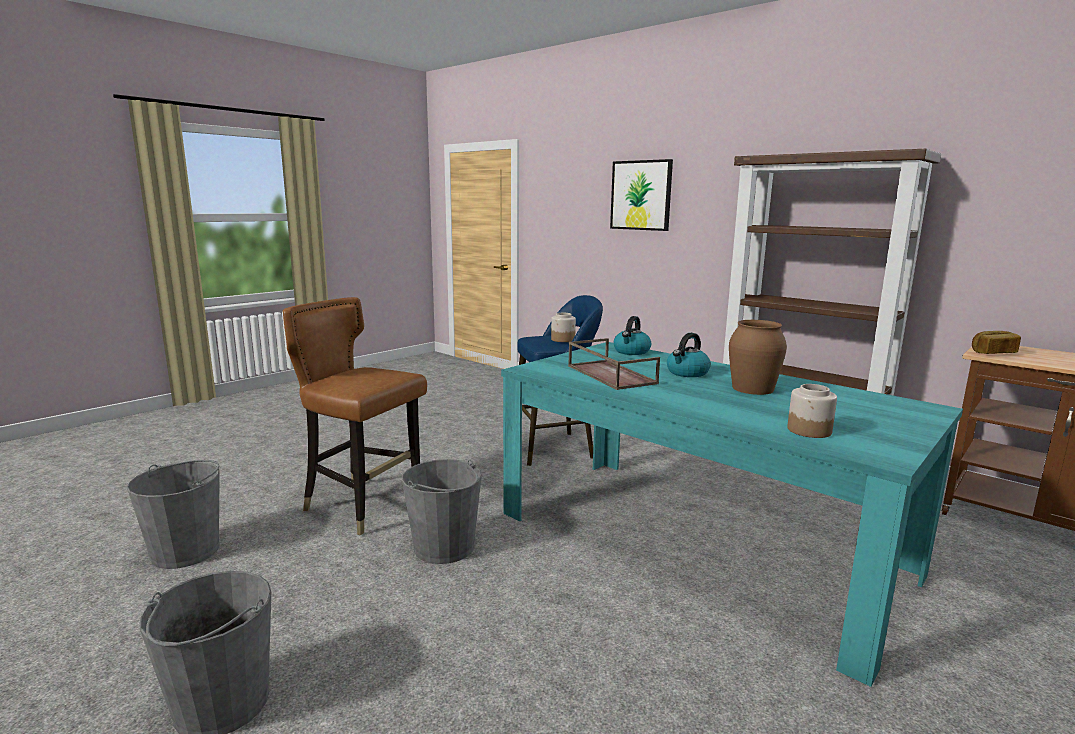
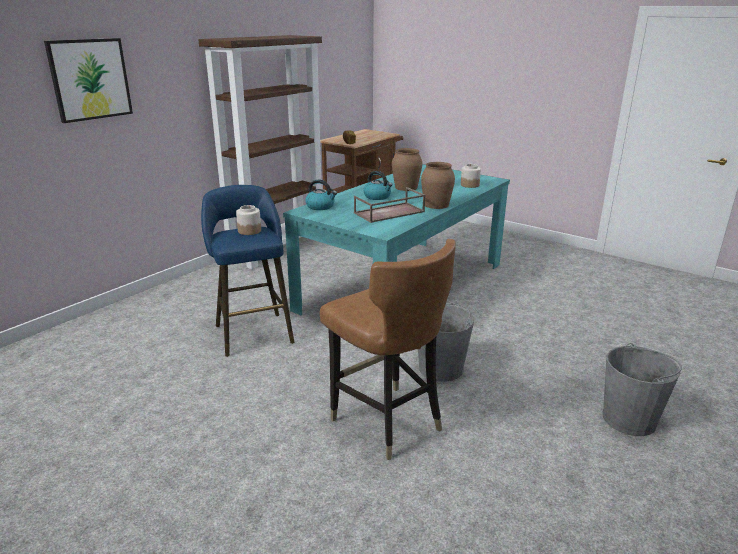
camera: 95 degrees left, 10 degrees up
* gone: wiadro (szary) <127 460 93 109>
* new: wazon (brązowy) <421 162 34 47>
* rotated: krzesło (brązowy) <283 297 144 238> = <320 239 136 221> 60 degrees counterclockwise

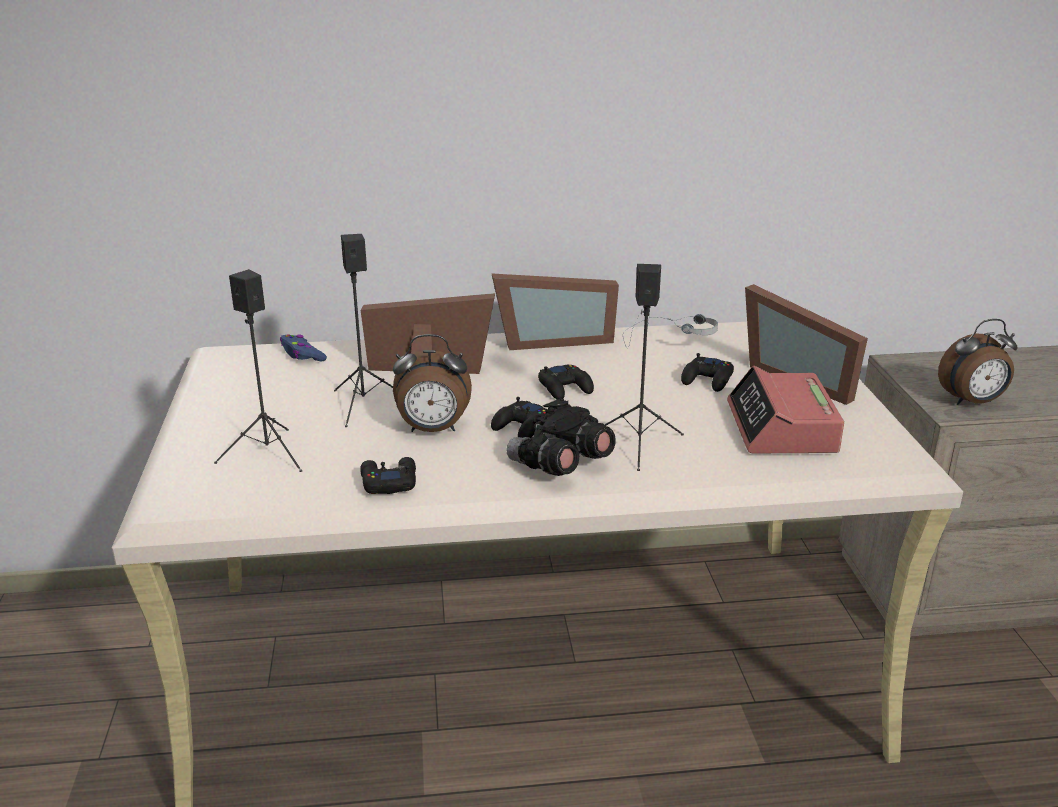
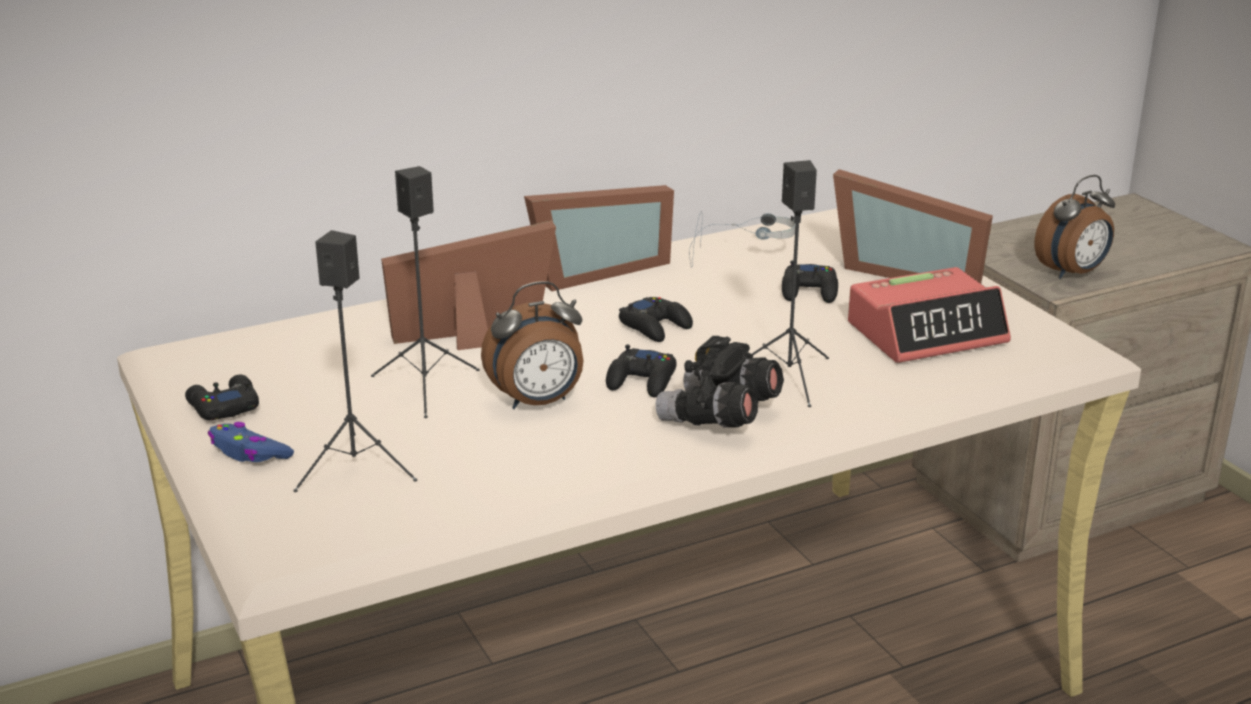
camera: 20 degrees left, 0 degrees up
* shifted: pad do gier (niebieski) <280 334 47 28> to <208 422 86 40>
* shifted: pad do gier (czarny) <360 457 56 37> to <185 375 74 45>
* rotated: budzik <727 366 117 87> = <848 267 163 96> 90 degrees counterclockwise

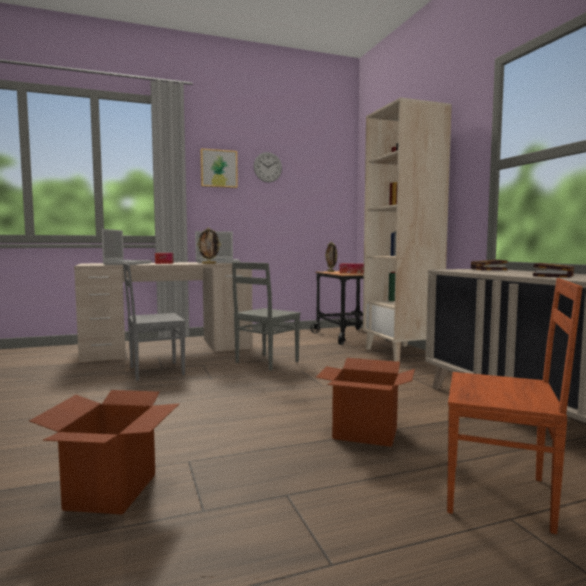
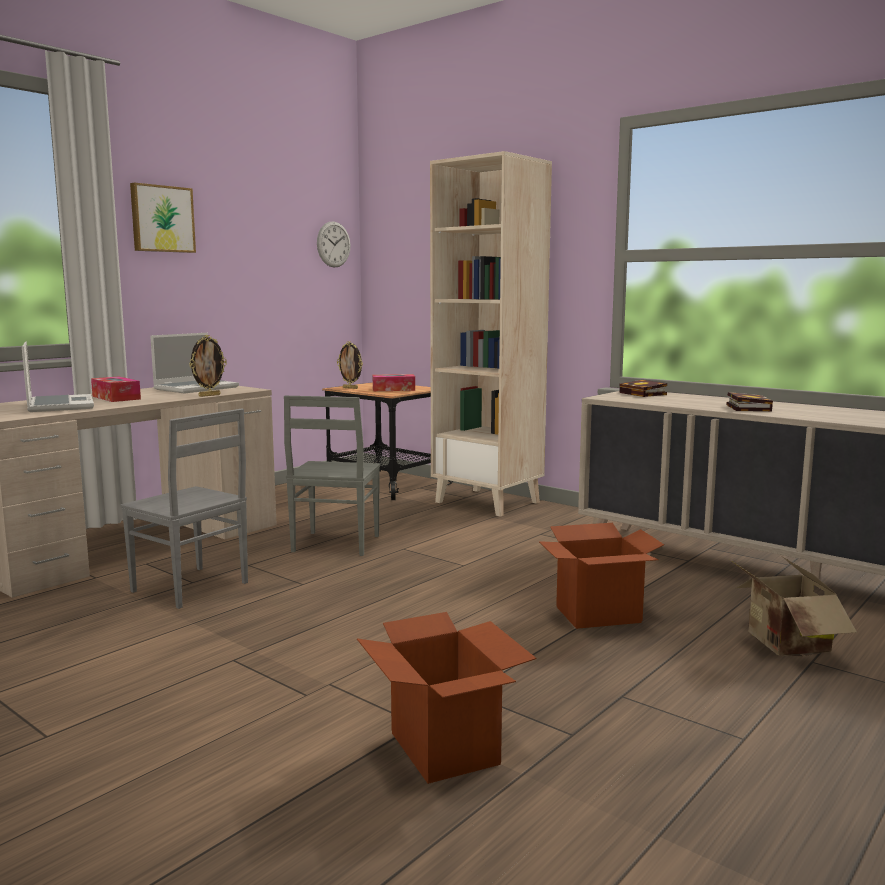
camera: 30 degrees left, 5 degrees up
* shifted: zegar ścienny <254 152 28 31> to <317 221 34 47>
* swapped: krzesło (brązowy) <447 278 136 256> to karton <730 557 127 99>
* rotated: krzesło (szary) <123 263 62 118> = <120 409 128 200> 90 degrees counterclockwise

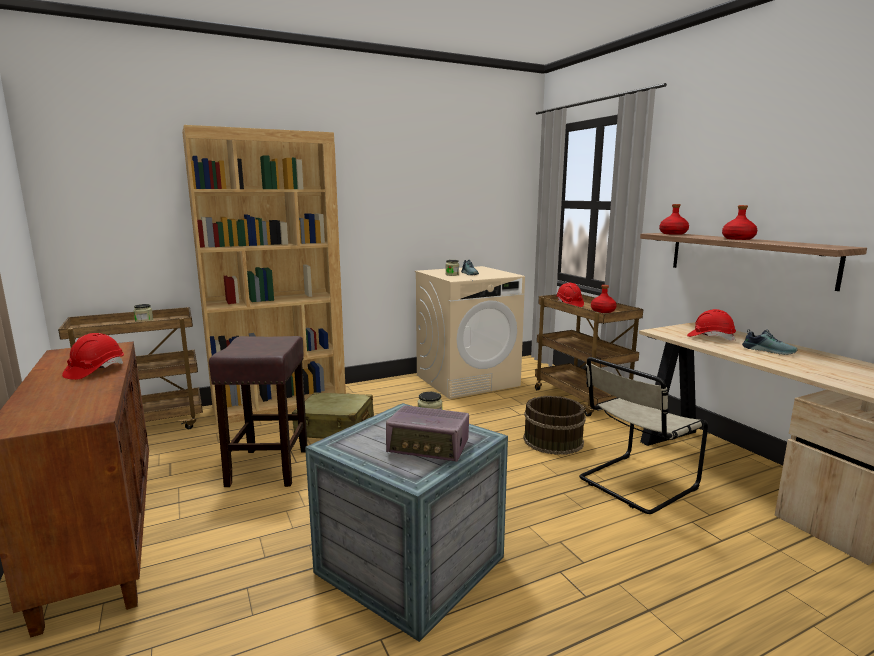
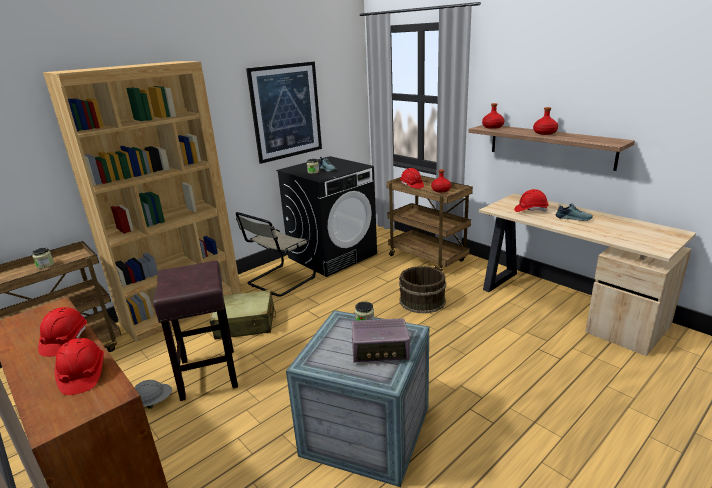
camera: 15 degrees left, 10 degrees up
* new: kask (czerwony) <54 338 50 57>
* new: kask (szary) <134 380 38 29>
* new: obraz <246 62 76 102>
* shifted: krzesło (beżowy) <579 357 129 157> to <236 212 80 85>
* repainted: pralka (beżowy) <415 266 110 133> to pralka (czarny) <276 156 101 121>

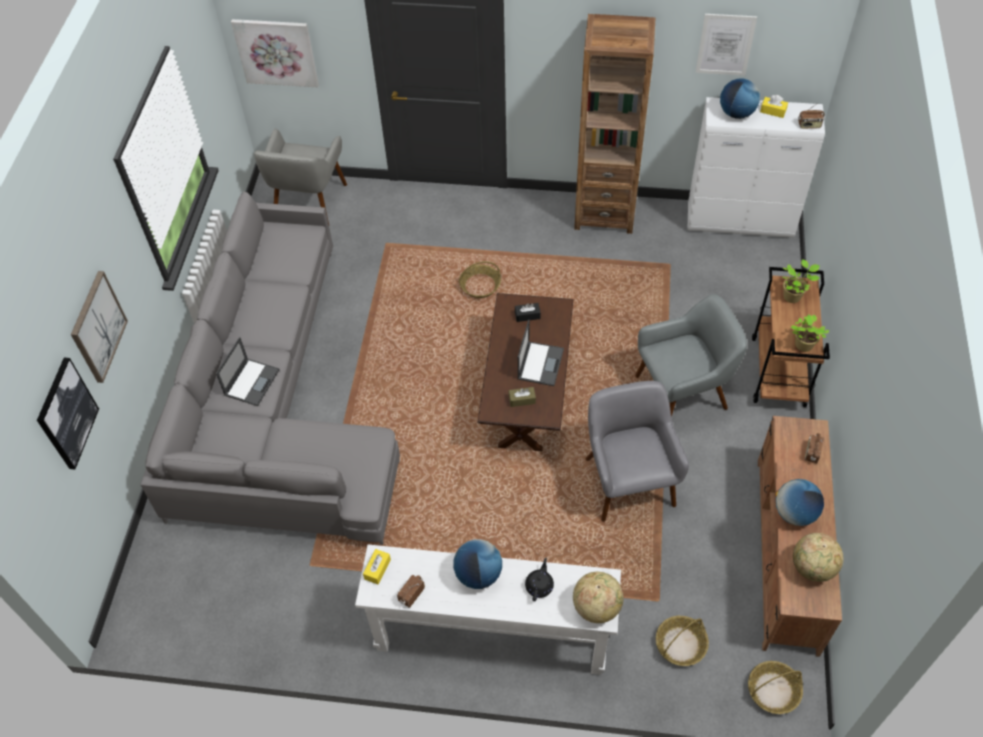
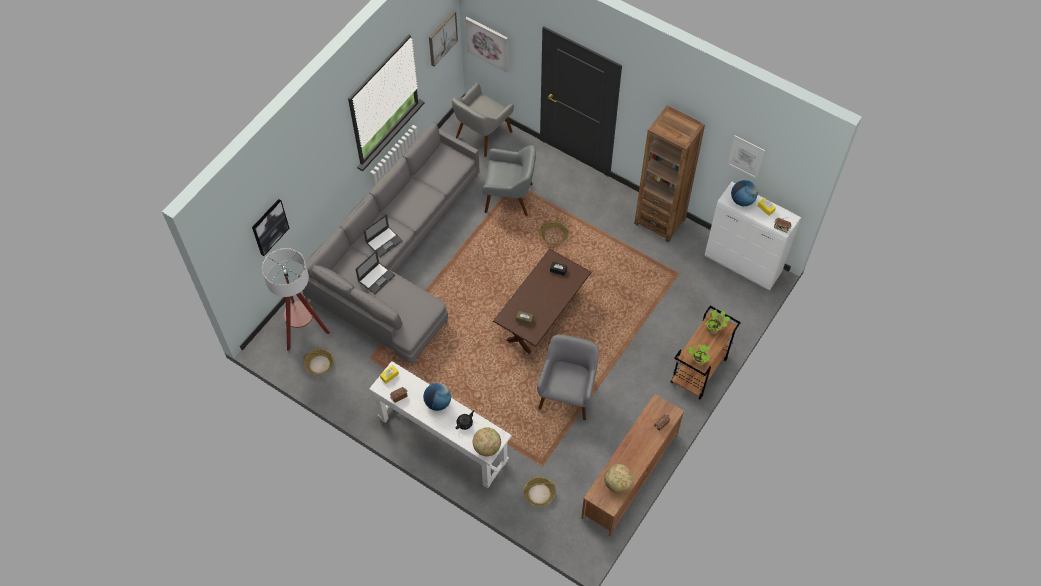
camera: 25 degrees right, 5 degrees up
* gone: globus <776 479 48 47>
* new: lampa stojąca <262 248 68 103>
* shifted: obraz <71 271 57 112> to <429 11 29 56>
* shifted: laptop <518 320 46 66> to <355 250 40 44>
* shifted: fotel (szary) <635 294 112 123> to <482 145 54 71>
* shifted: koszyk <748 661 55 53> to <304 349 30 26>

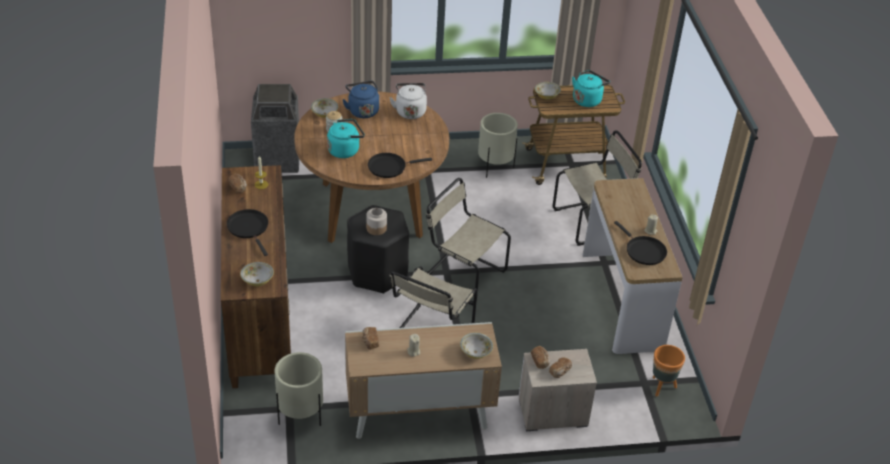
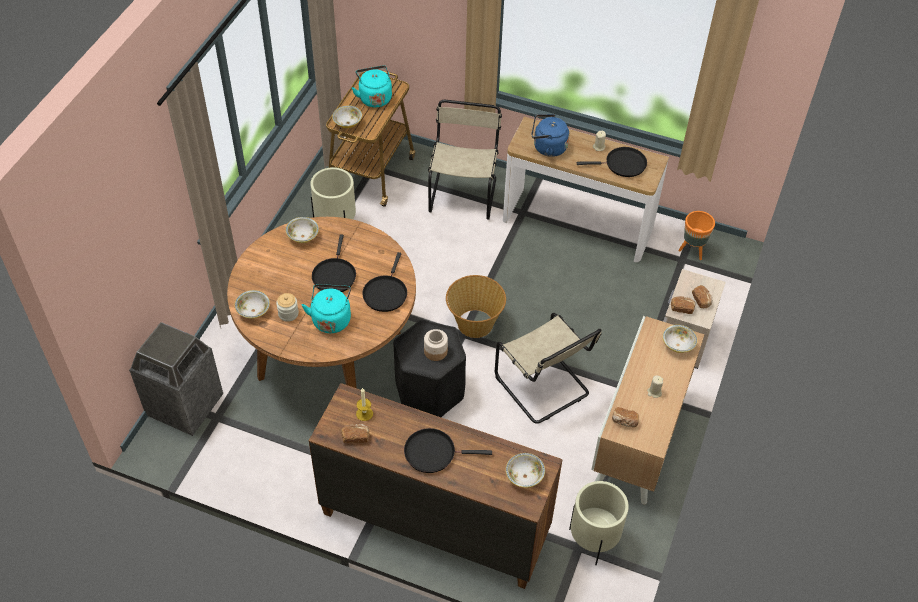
camera: 60 degrees left, 10 degrees up
* new: patelnia (czarny) <312 234 44 58>
* shifted: czajnik (niebieski) <343 81 36 37> to <532 114 37 43>
* swapped: czajnik (biały) <389 83 38 36> to miska <286 217 33 26>
* swapped: krzesło (beżowy) <426 178 85 128> to koszyk <446 275 60 63>

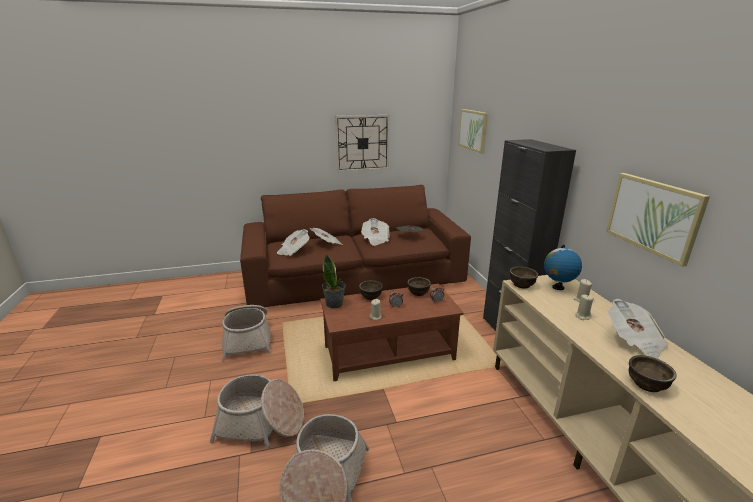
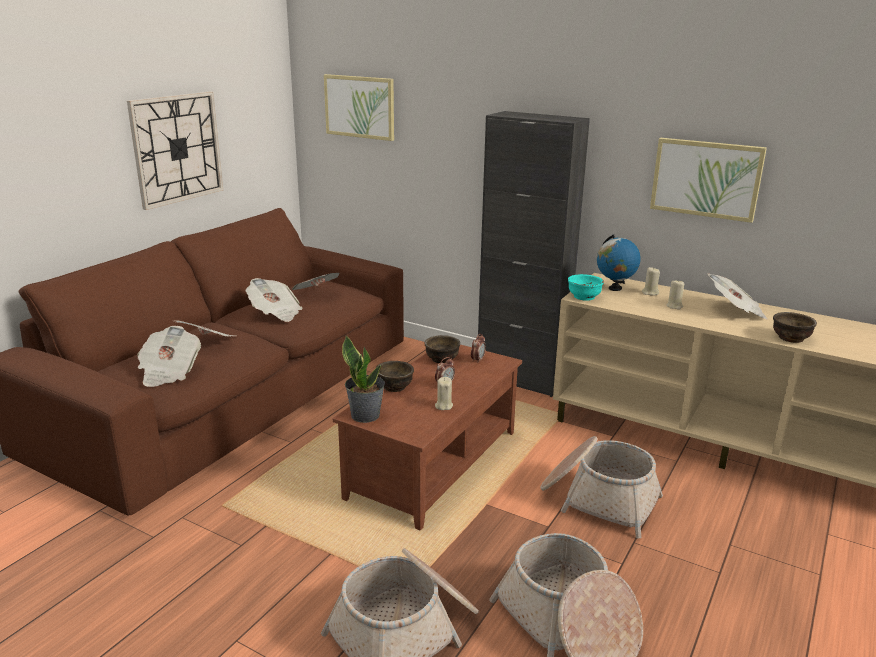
camera: 45 degrees left, 0 degrees up
* shifted: koszyk <222 305 49 56> to <540 436 123 103>
* repainted: miska (brązowy) <510 266 28 23> to miska (turkusowy) <568 274 36 27>

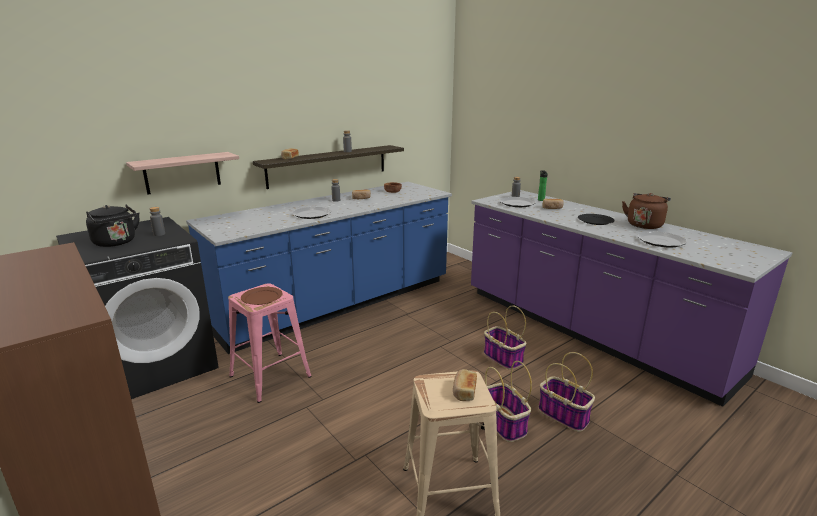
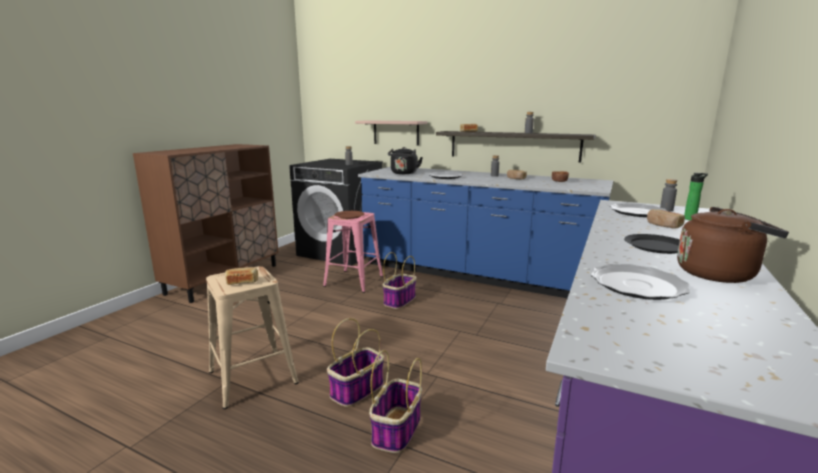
camera: 65 degrees right, 5 degrees down
* shifted: czajnik (czarny) <86 204 53 43> to <388 147 35 27>
* shifted: koszyk <484 305 43 65> to <382 252 34 57>

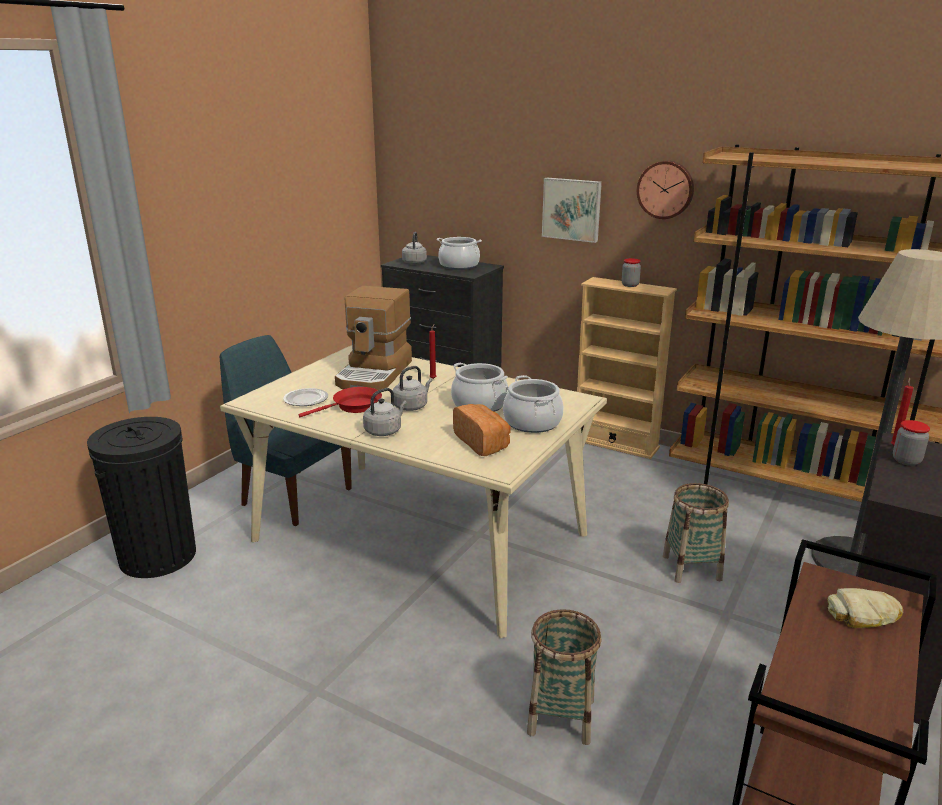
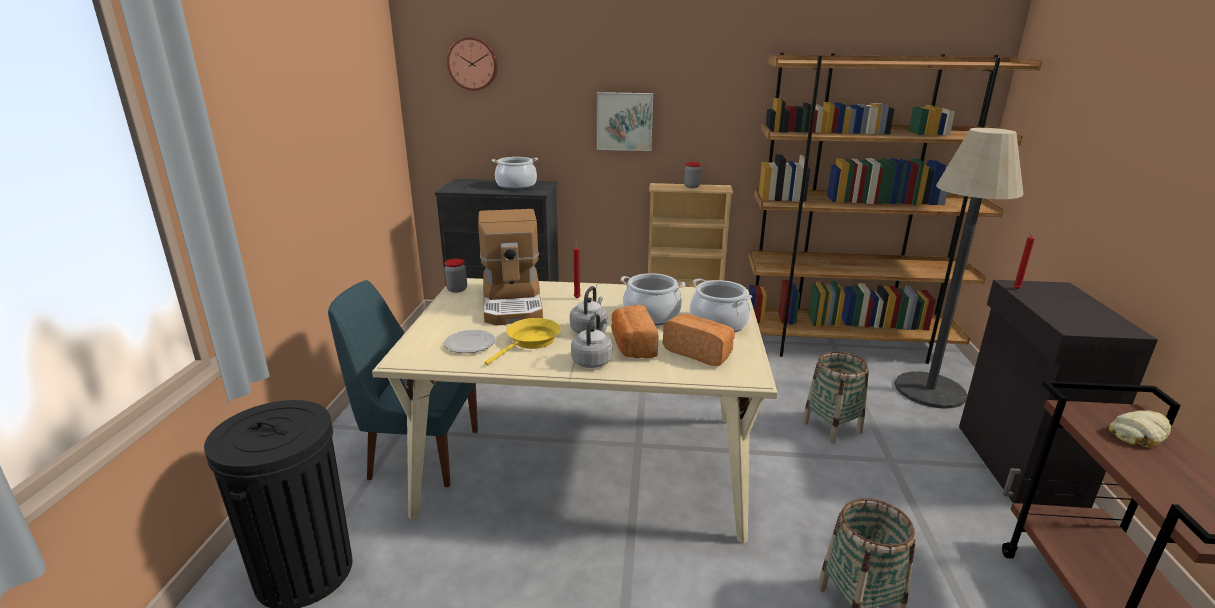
camera: 25 degrees left, 0 degrees up
* gone: czajnik (szary) <402 232 25 32>
* new: chleb <611 305 48 53>
* shifted: zegar ścienny <637 161 57 58> to <447 37 51 54>
* shifted: słoik <893 420 37 46> to <444 259 23 34>
* repainted: patelnia (czerwony) <298 387 84 31> to patelnia (żółty) <484 318 77 47>

